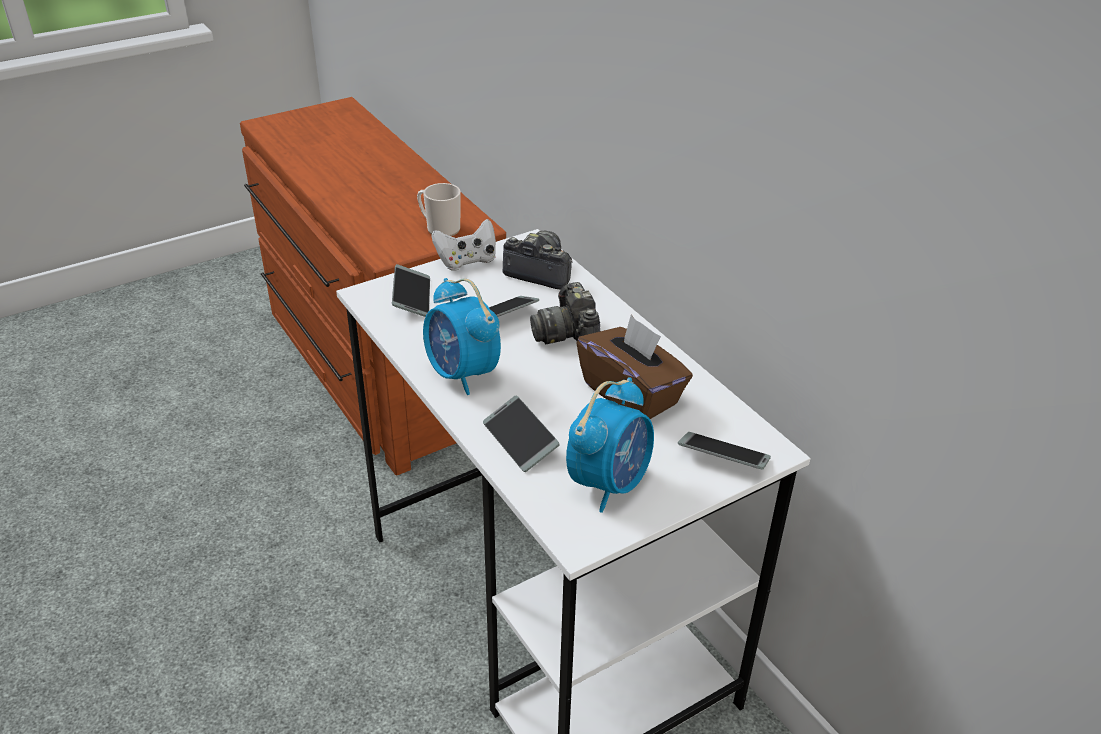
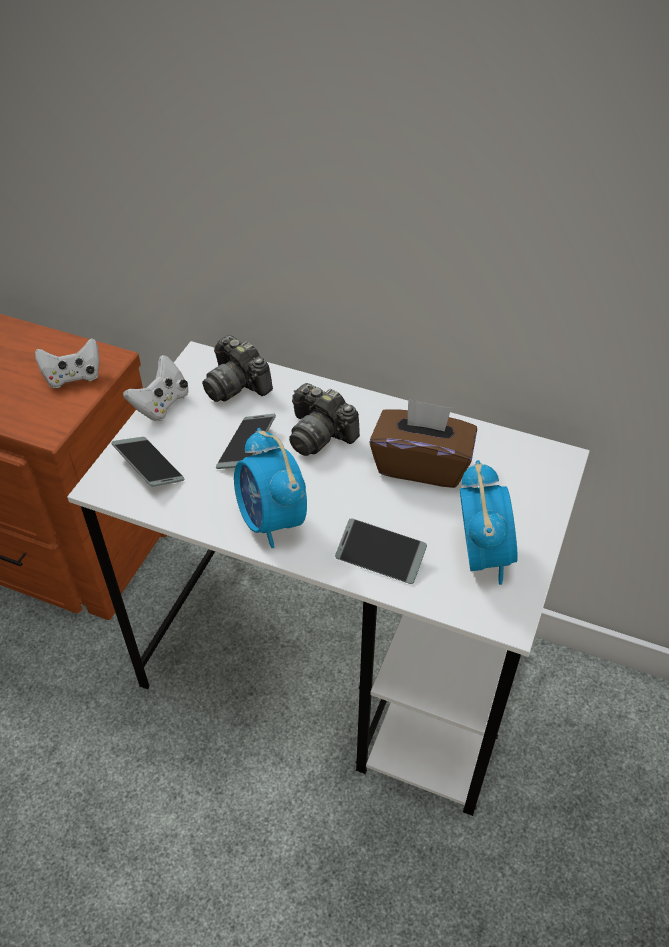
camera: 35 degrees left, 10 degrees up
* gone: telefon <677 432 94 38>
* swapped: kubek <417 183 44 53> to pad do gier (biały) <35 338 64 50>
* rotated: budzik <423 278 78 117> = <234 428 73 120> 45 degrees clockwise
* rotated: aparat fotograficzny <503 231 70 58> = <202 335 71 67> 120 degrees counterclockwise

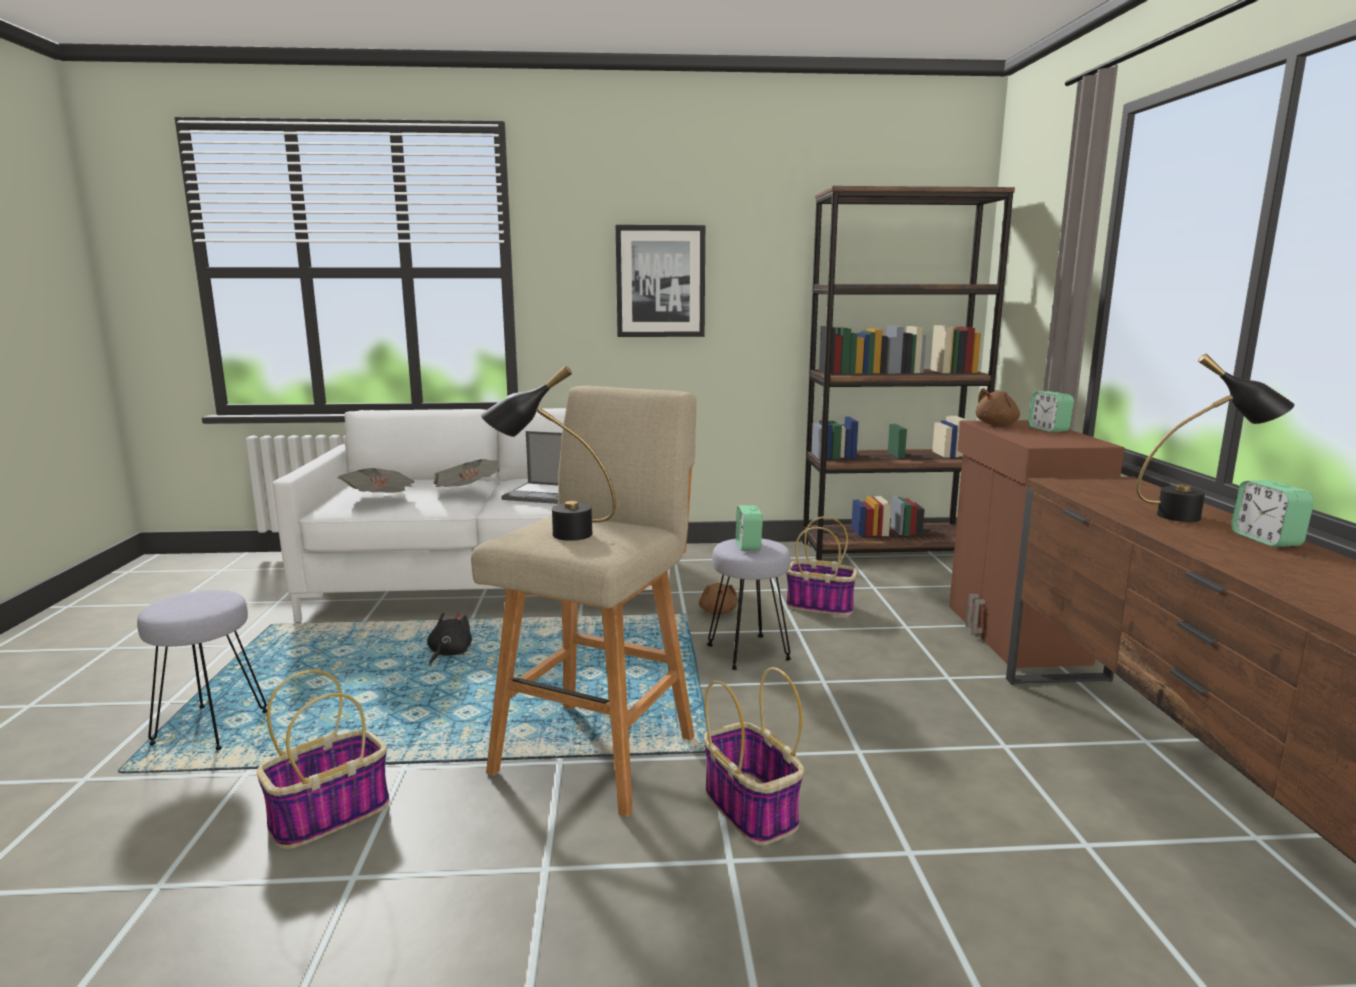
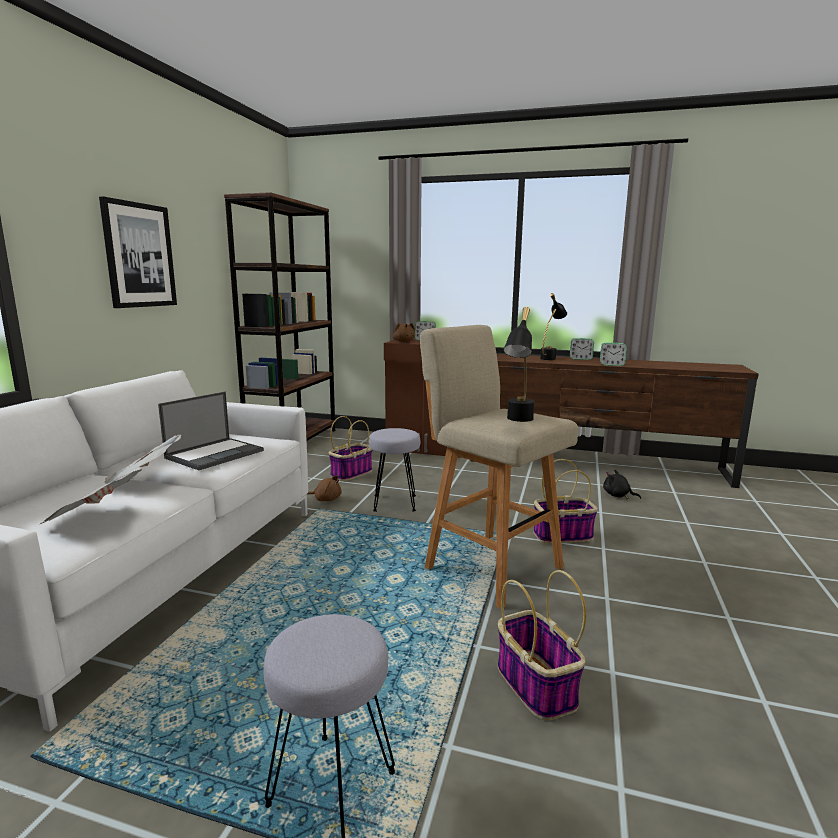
camera: 70 degrees left, 0 degrees up
* shifted: pluszak (czarny) <427 613 45 53> to <603 470 38 29>
* shifted: budzik <736 505 27 46> to <600 342 27 24>

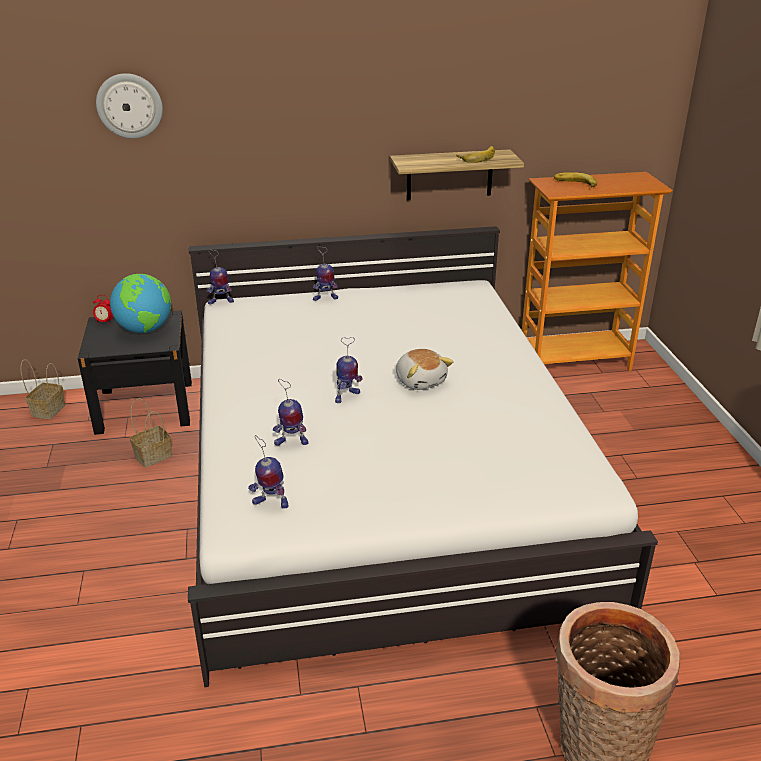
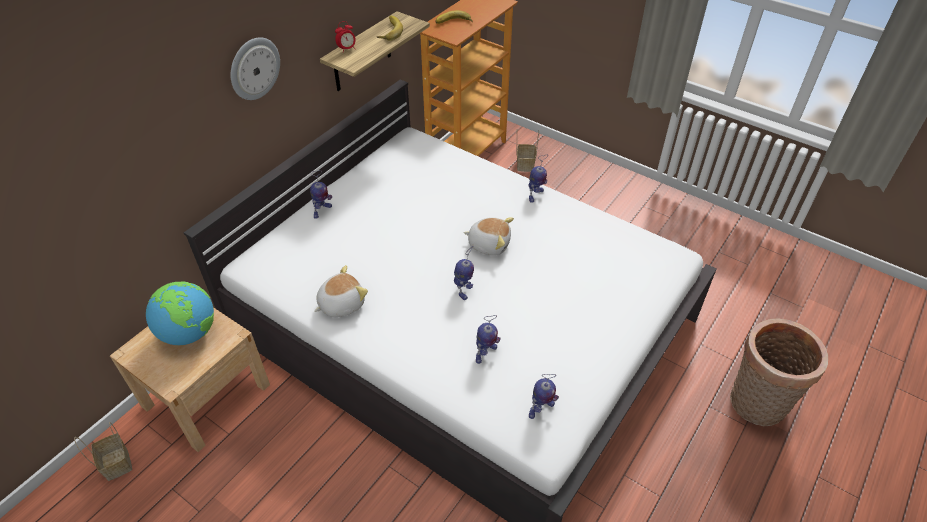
camera: 45 degrees left, 15 degrees up
* new: pluszak <314 265 54 52>
* shifted: budzik <93 295 21 30> to <335 21 21 31>
* shifted: zegar ścienny <96 73 67 66> to <231 37 49 63>
* shifted: koszyk <130 398 42 69> to <516 131 23 41>
* shifted: robot zabawkowy <207 249 27 55> to <528 154 20 49>
* repainted: szafka nocna (czarny) <78 310 114 125> to szafka nocna (beżowy) <110 307 160 145>

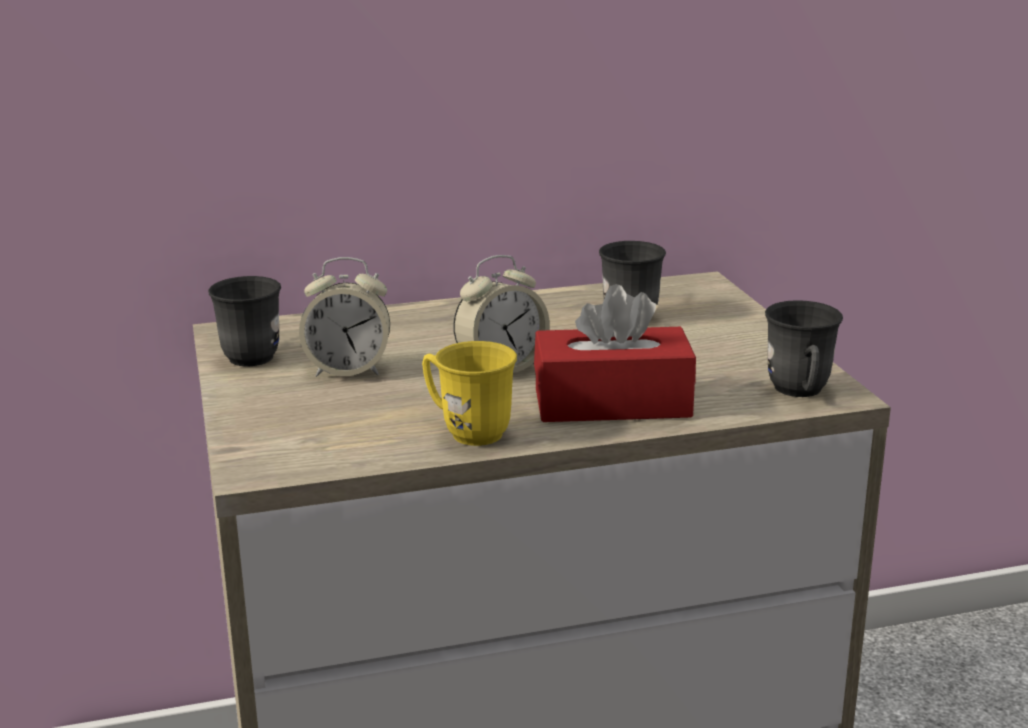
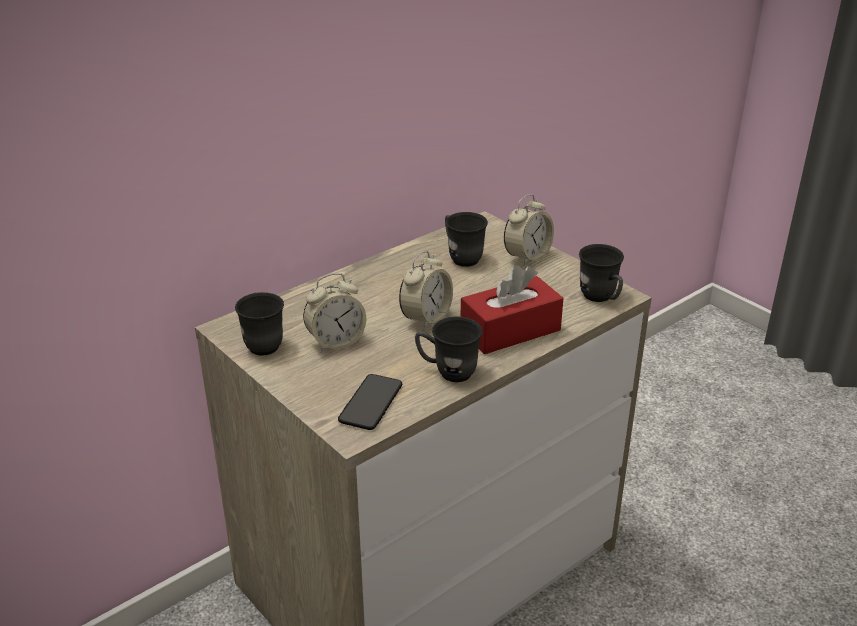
camera: 25 degrees left, 10 degrees up
* new: telefon <338 374 64 56>
* new: budzik <504 194 50 73>
* repainted: kubek (żółty) <422 341 95 105> to kubek (szary) <415 316 67 66>

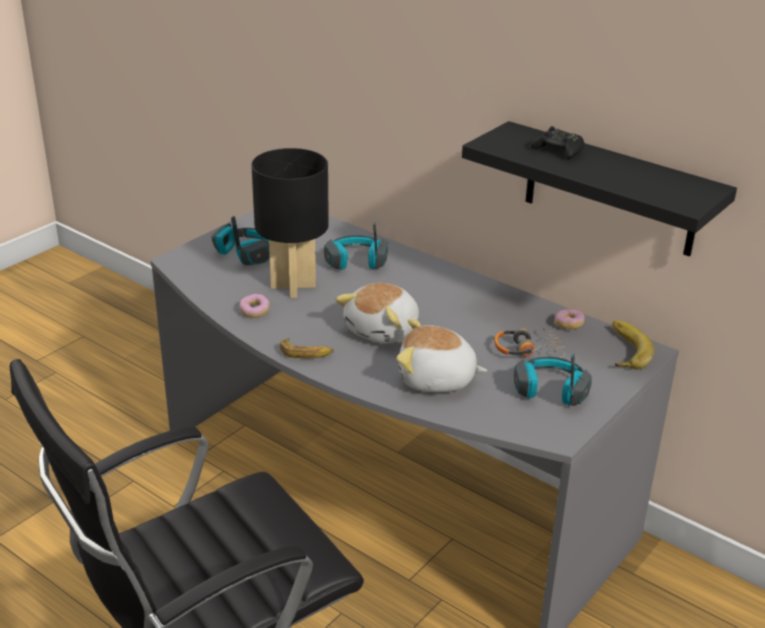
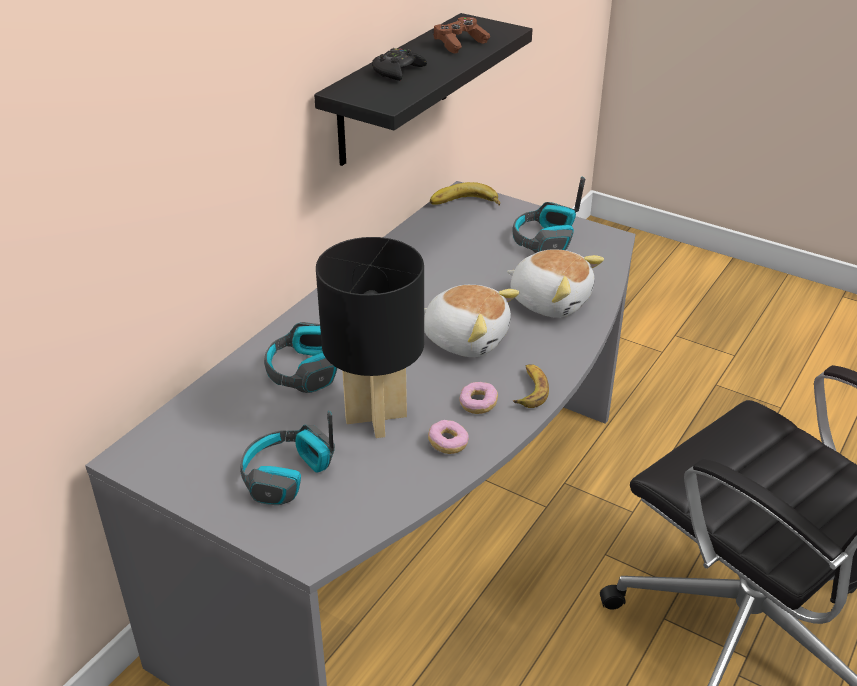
camera: 95 degrees left, 5 degrees up
* gone: słuchawki <494 326 71 32>
* new: pad do gier (brązowy) <433 17 57 37>
* shifted: donut <555 309 30 20> to <459 382 39 32>
* rotated: pluszak <397 319 90 73> = <507 249 97 69> 60 degrees counterclockwise

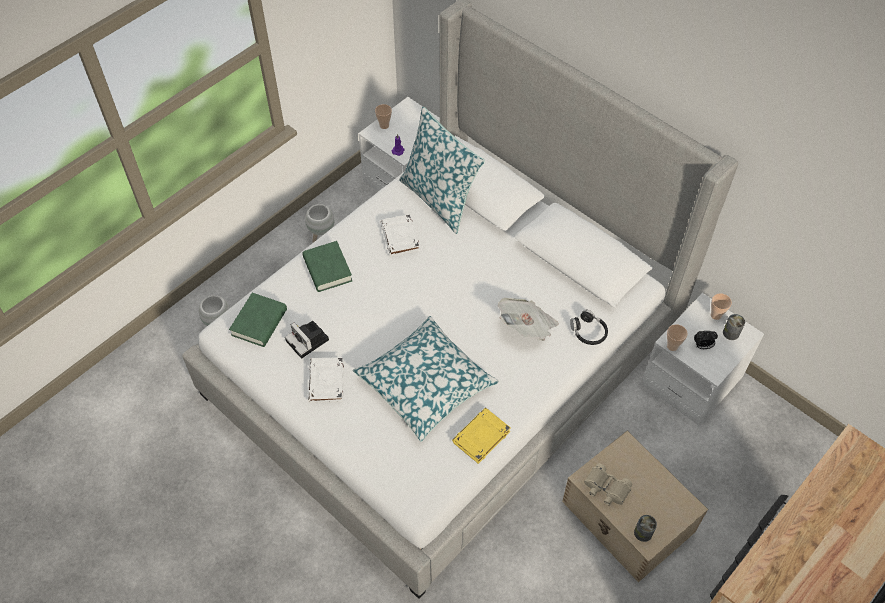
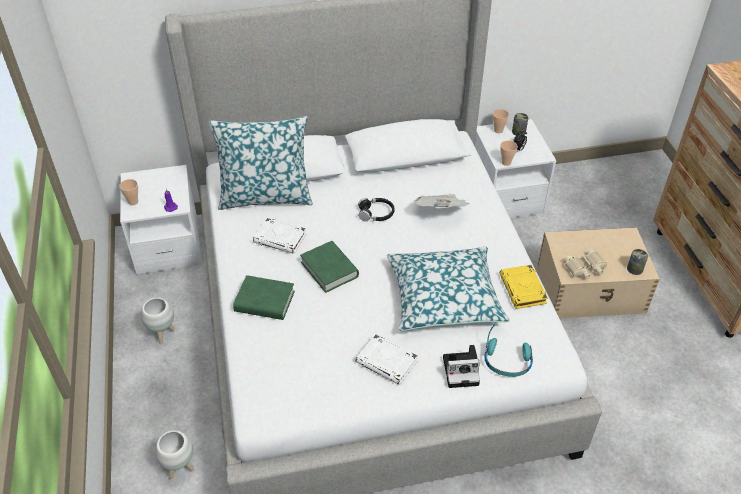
camera: 55 degrees left, 10 degrees down
* new: słuchawki (turkusowy) <484 322 49 55>
* shifted: książka (zielony) <229 293 58 54> to <300 241 59 52>
* shifted: aparat fotograficzny <285 321 44 38> to <443 345 37 43>
* shifted: słuchawki (czarny) <570 310 38 35> to <358 198 37 23>

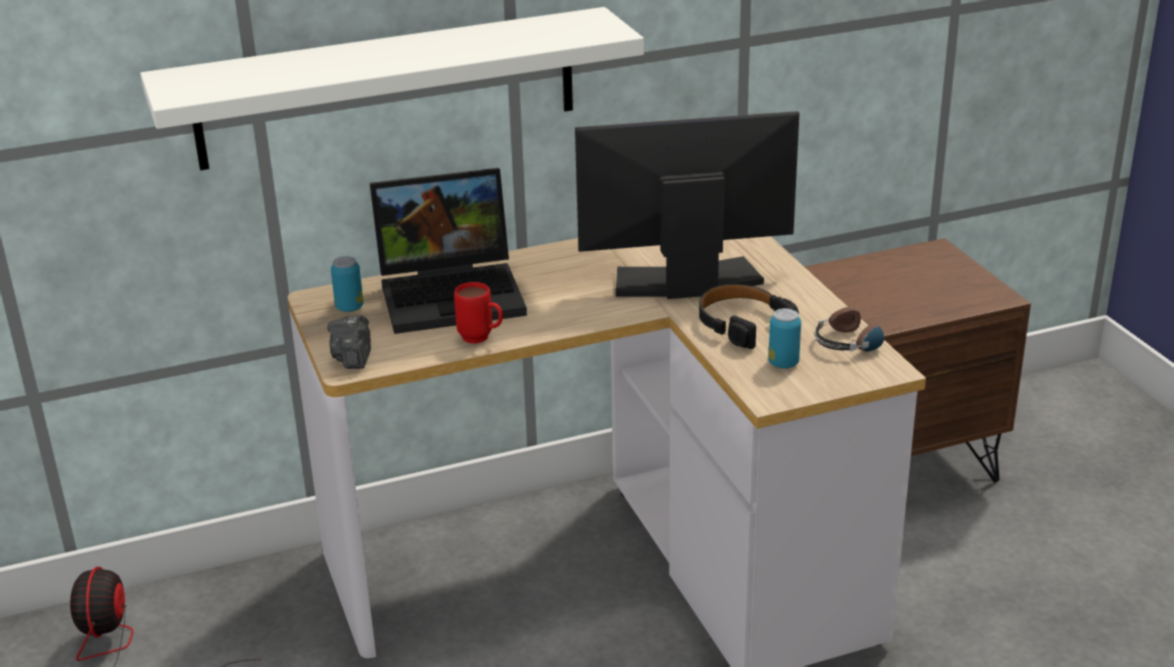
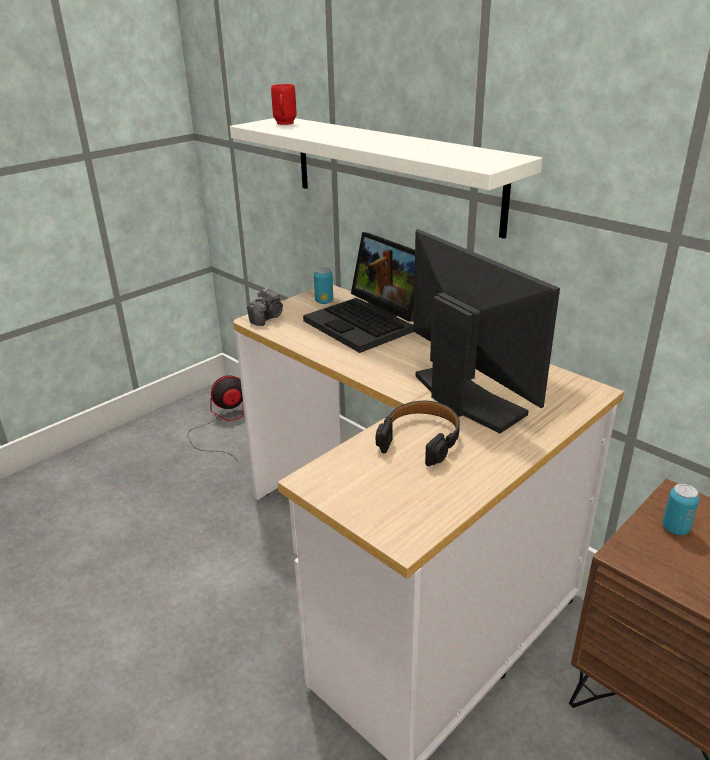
camera: 65 degrees right, 0 degrees up
* gone: słuchawki <814 307 89 45>
* shifted: kubek (czerwony) <454 282 49 62> to <271 84 26 41>
* shifted: puszka <768 308 33 61> to <662 484 37 51>
* rotated: aparat fotograficzny <327 315 44 54> = <247 288 36 38> 150 degrees clockwise

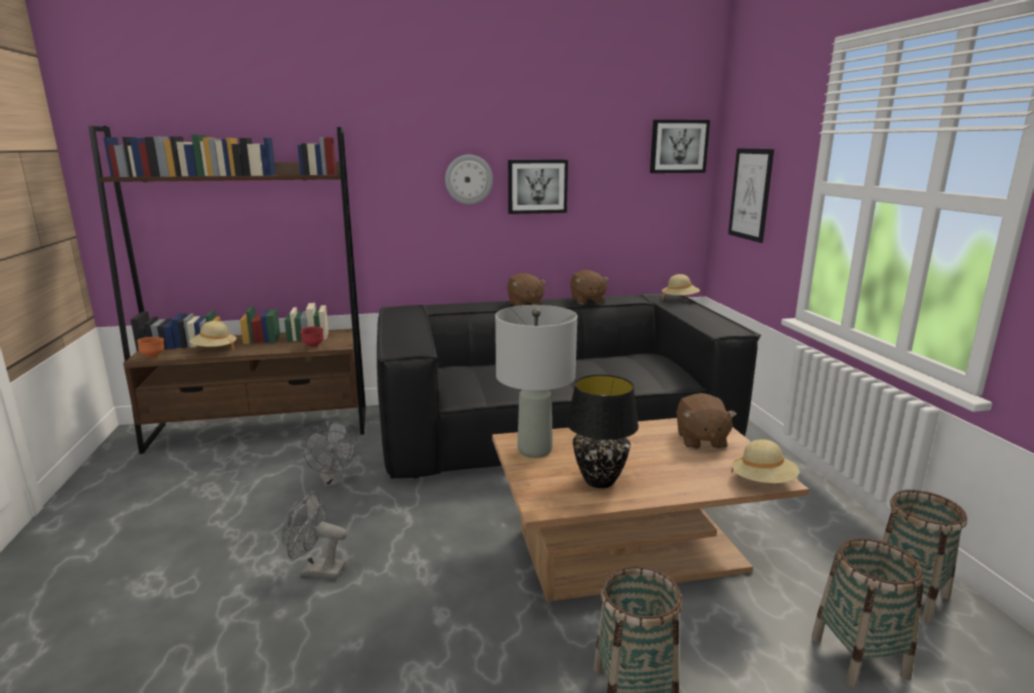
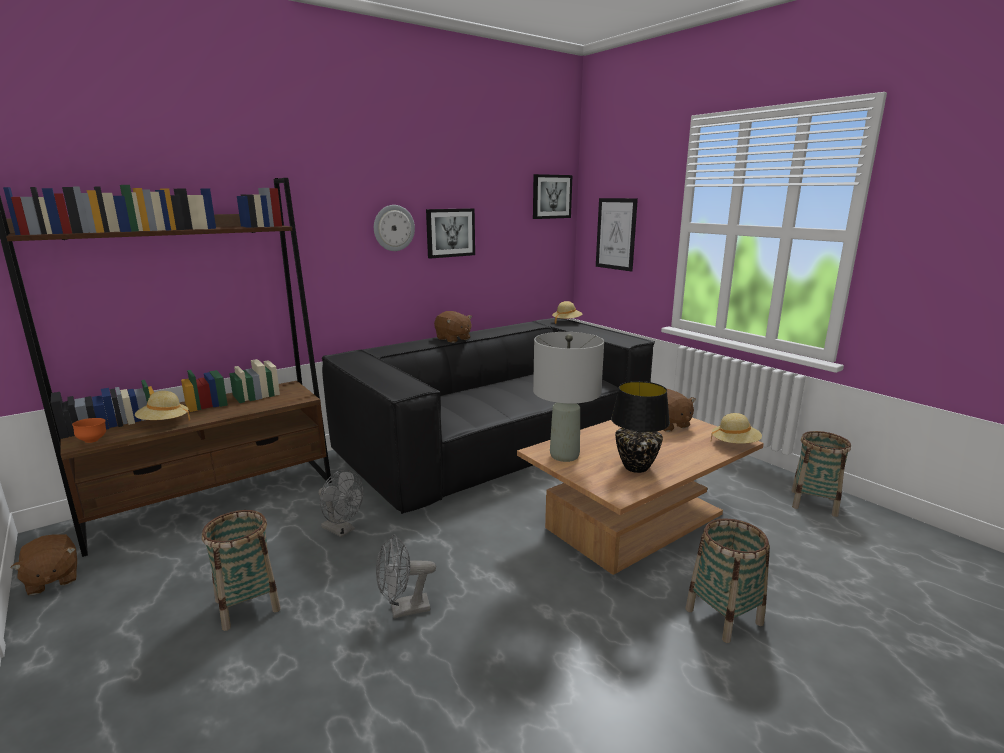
camera: 25 degrees left, 0 degrees up
* gone: miska (czerwony) <300 327 24 20>
* shifted: pluszak (brązowy) <570 270 39 35> to <11 534 66 61>
* shifted: koszyk <811 538 113 149> to <202 510 79 121>

